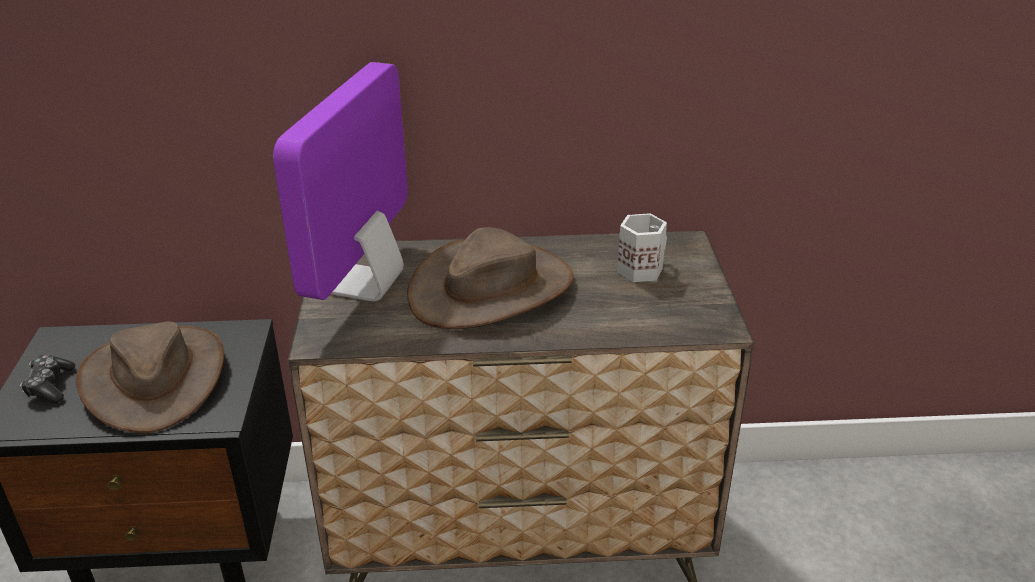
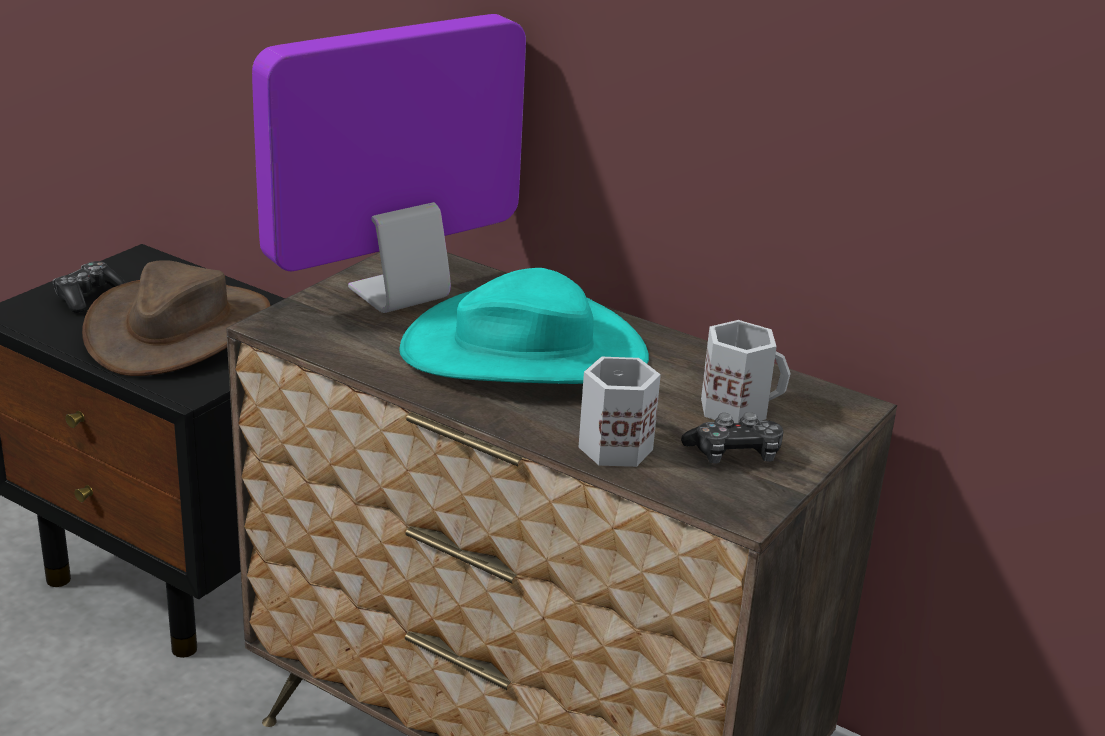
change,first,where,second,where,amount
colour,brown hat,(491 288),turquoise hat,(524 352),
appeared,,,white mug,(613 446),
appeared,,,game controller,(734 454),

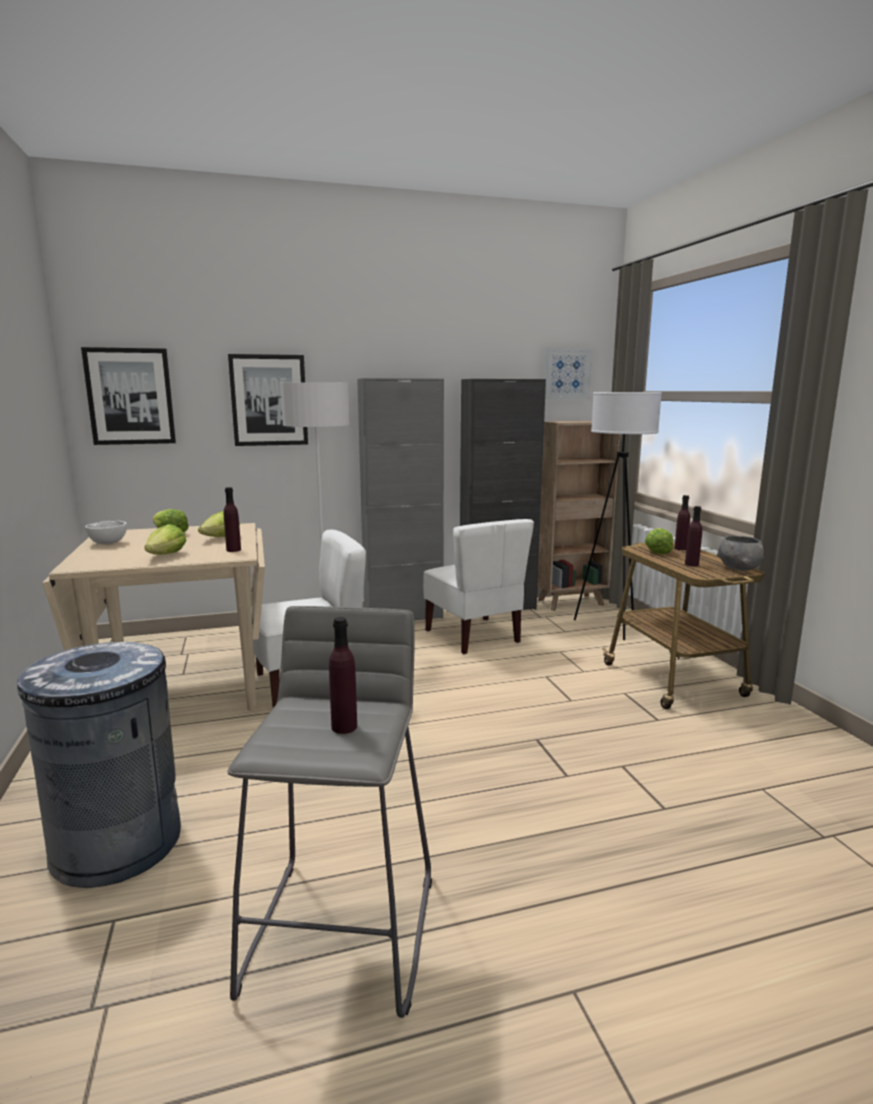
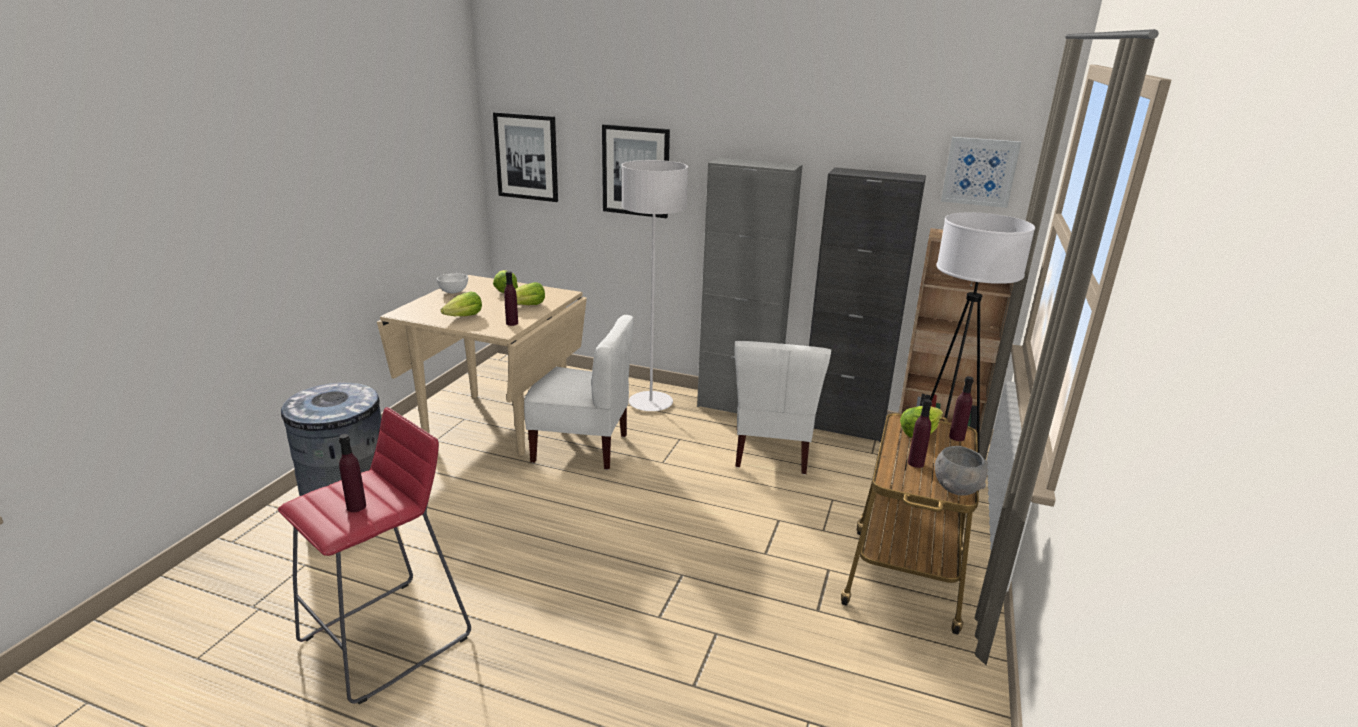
change,first,where,second,where,amount
colour,grey stool,(343 931),red stool,(388 638),

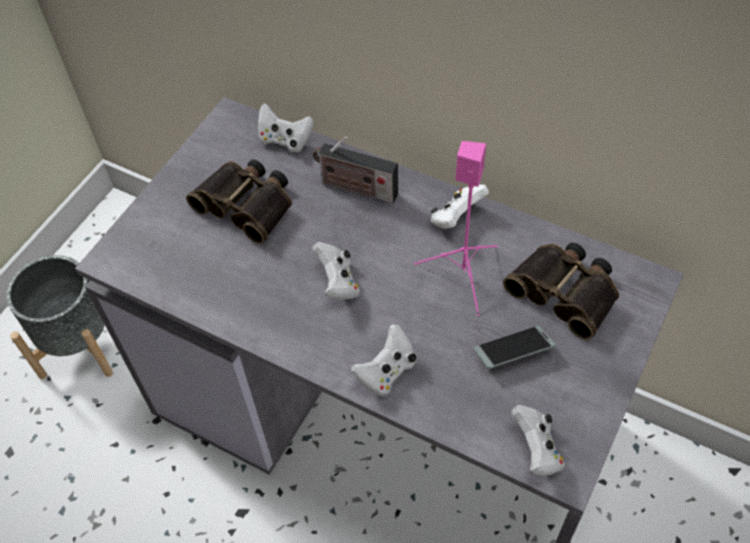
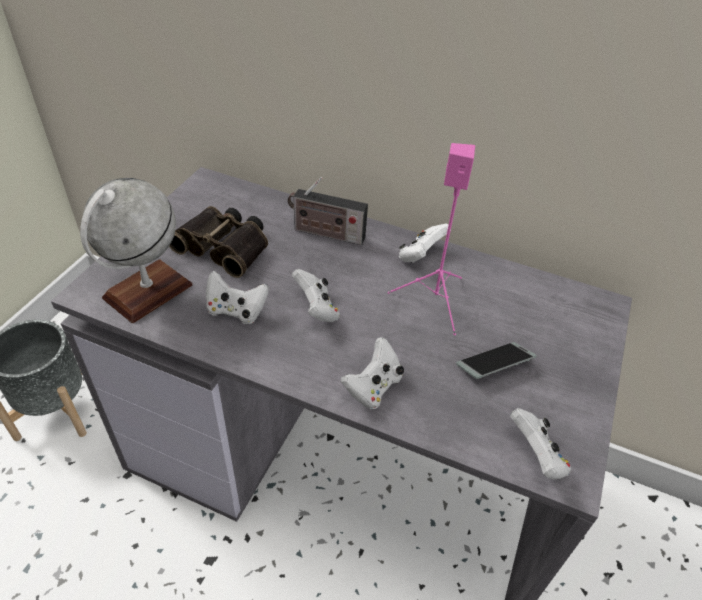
change,first,where,second,where,amount
appeared,,,globe,(148 291),
relocated,white game controller,(285 140),,(236 311),
missing,binoculars,(566 291),,,

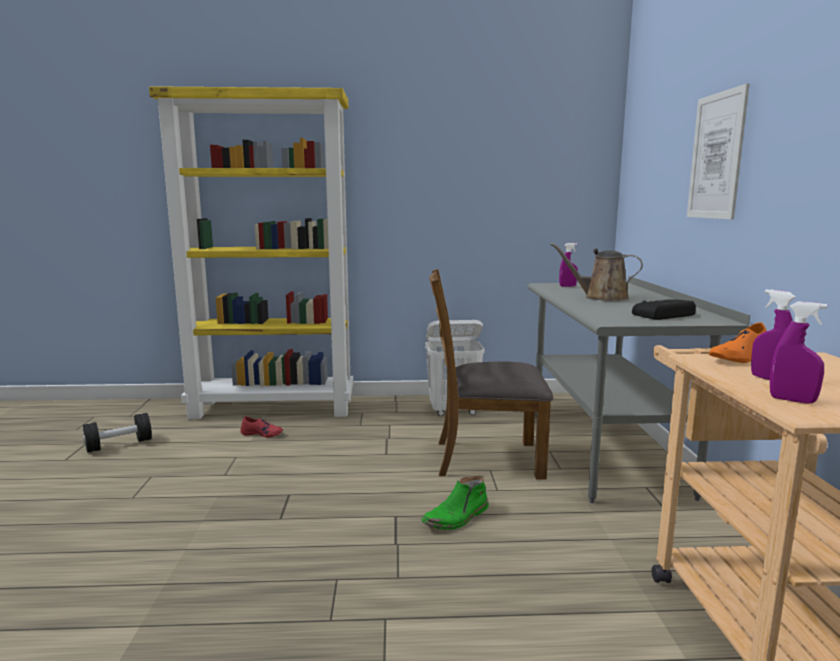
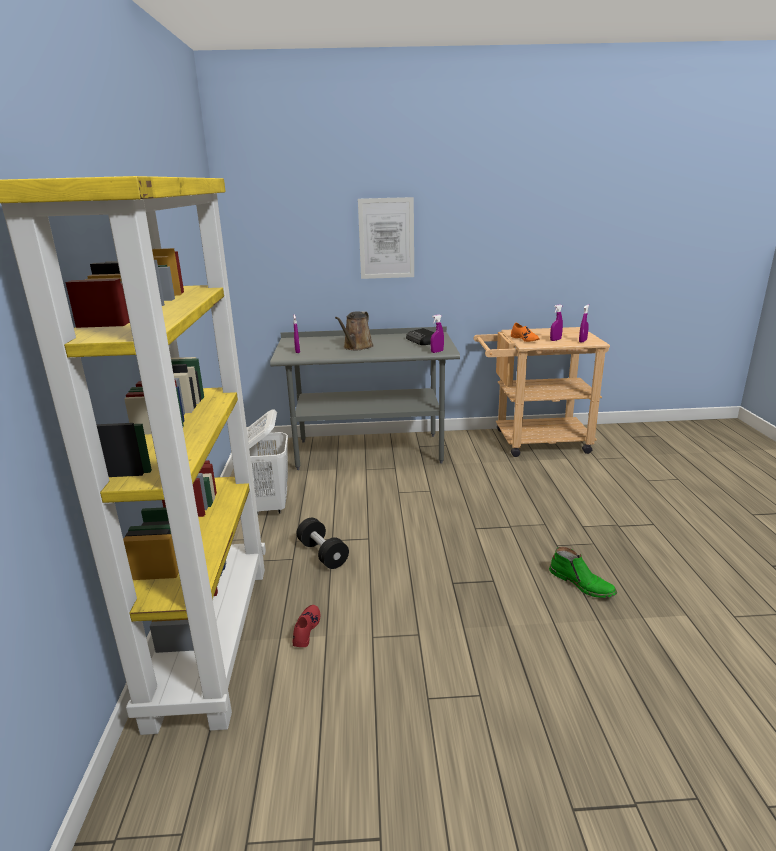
change,first,where,second,where,amount
relocated,black dumbbell,(119 445),,(323 554),
appeared,,,purple spray bottle,(437 352),
relocated,green boot,(457 518),,(582 583),
missing,brown chair,(486 458),,,

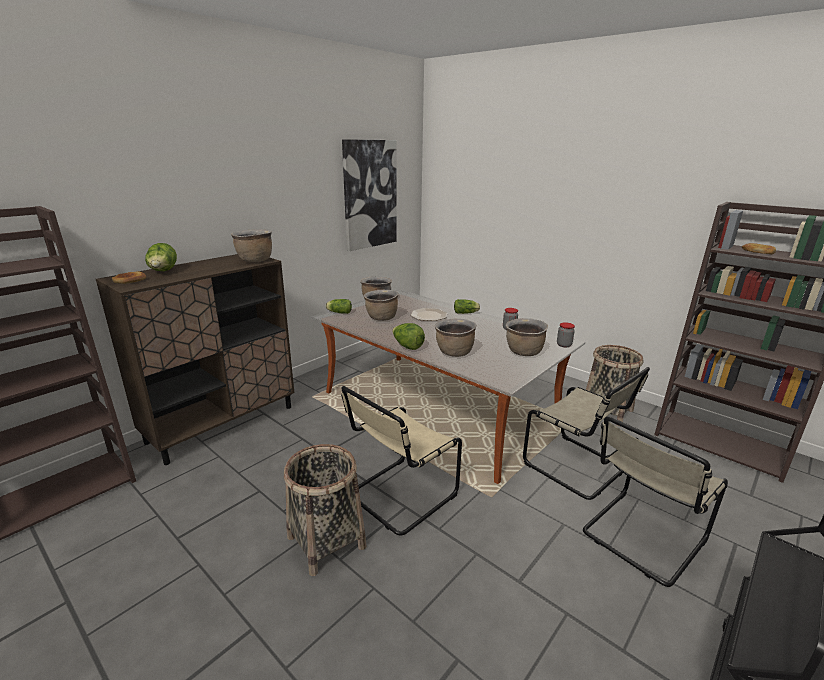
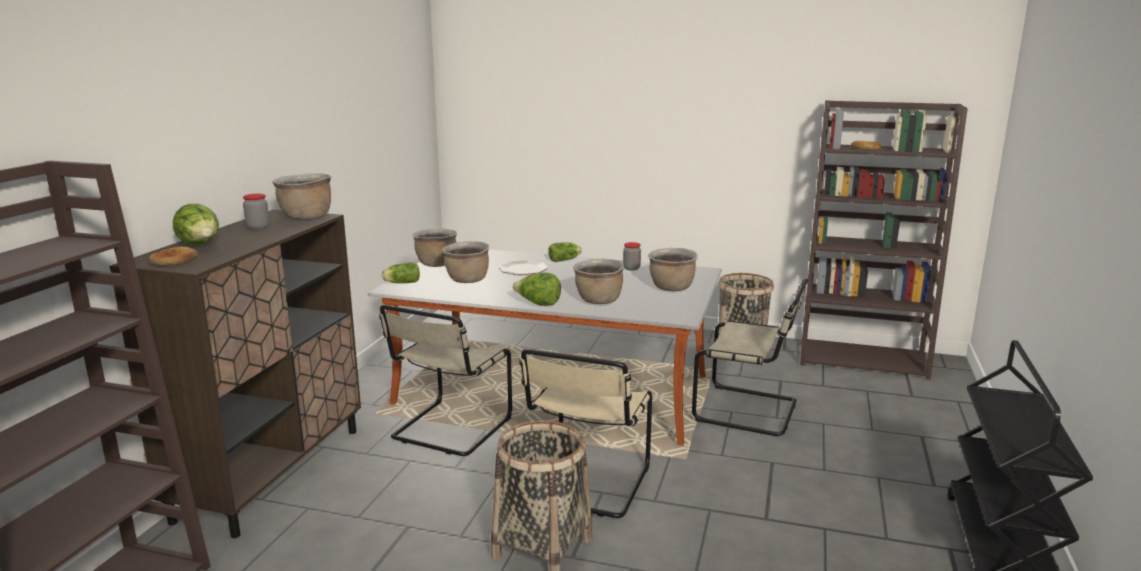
change,first,where,second,where,amount
relocated,jar,(564 345),,(258 227),
relocated,beige chair,(641 538),,(449 430),
missing,picture,(370 194),,,

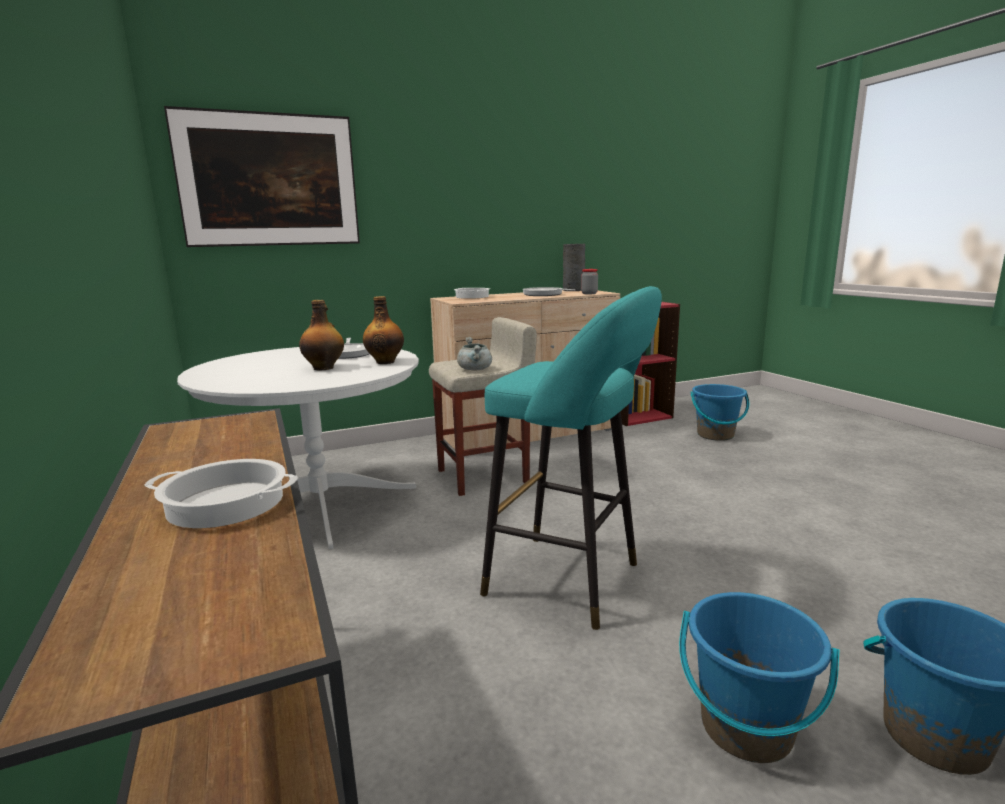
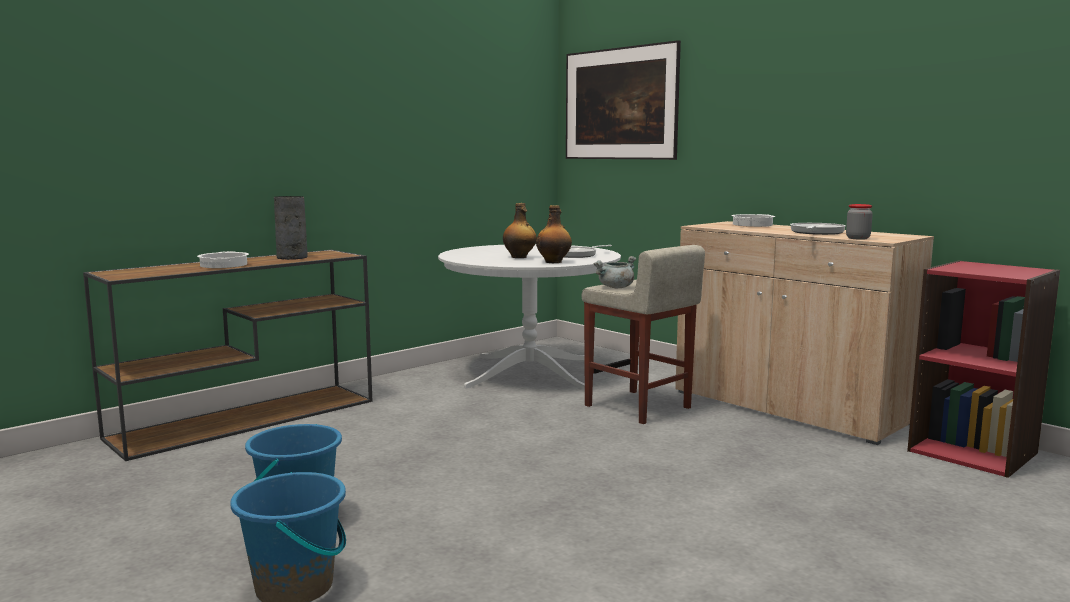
change,first,where,second,where,amount
relocated,grey vase,(574 290),,(292 257),
missing,turquoise stool,(571 581),,,
missing,blue bucket,(715 435),,,

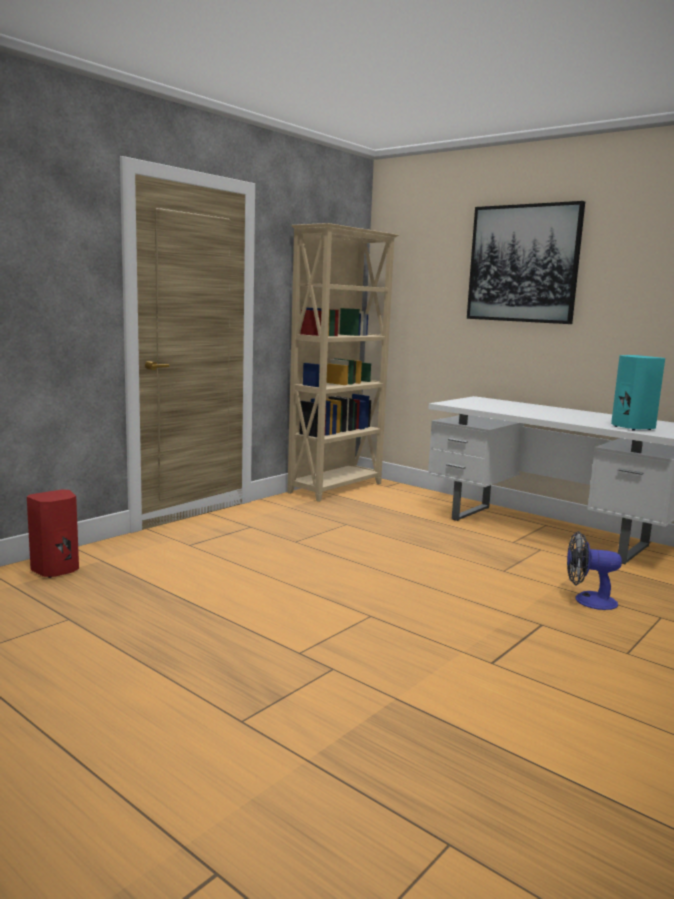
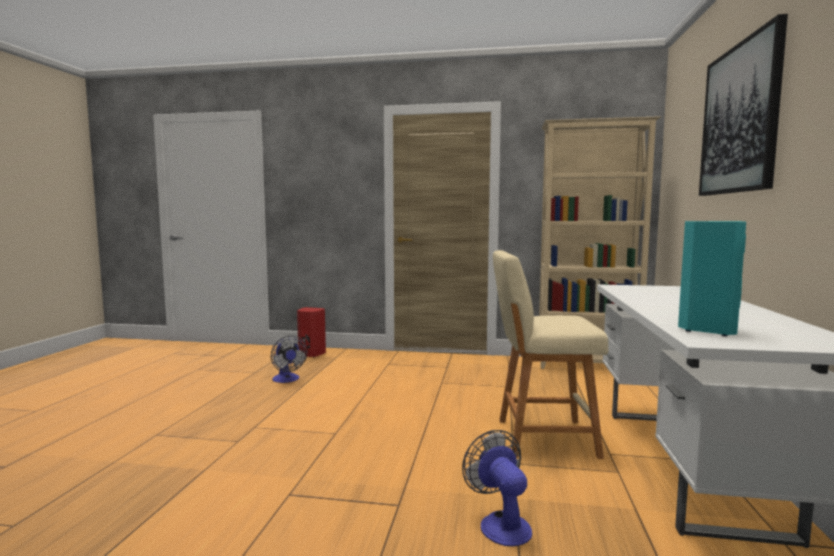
change,first,where,second,where,amount
appeared,,,fan,(287 380),
appeared,,,beige stool,(540 438),

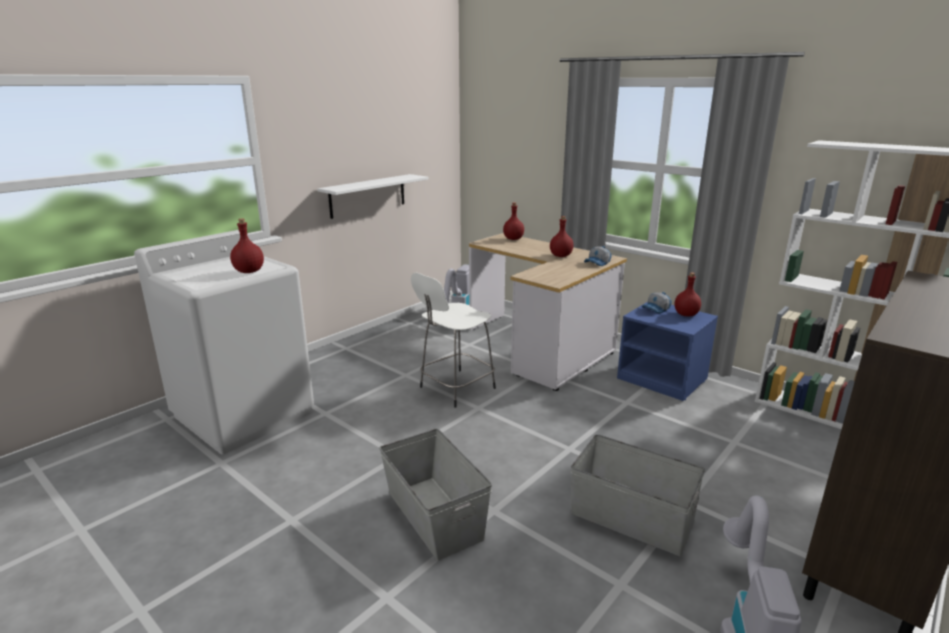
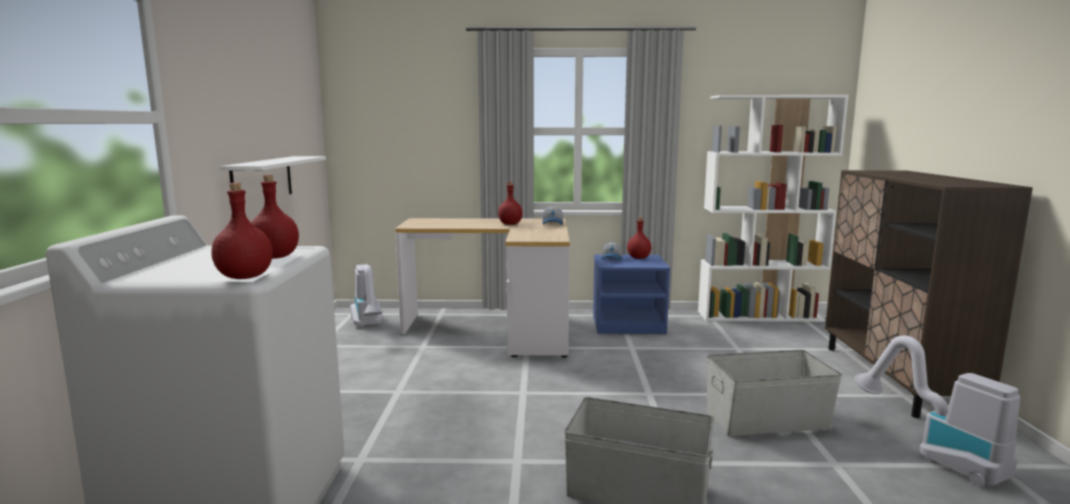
change,first,where,second,where,amount
relocated,red bottle,(513 239),,(244 277),
missing,white stool,(455 389),,,

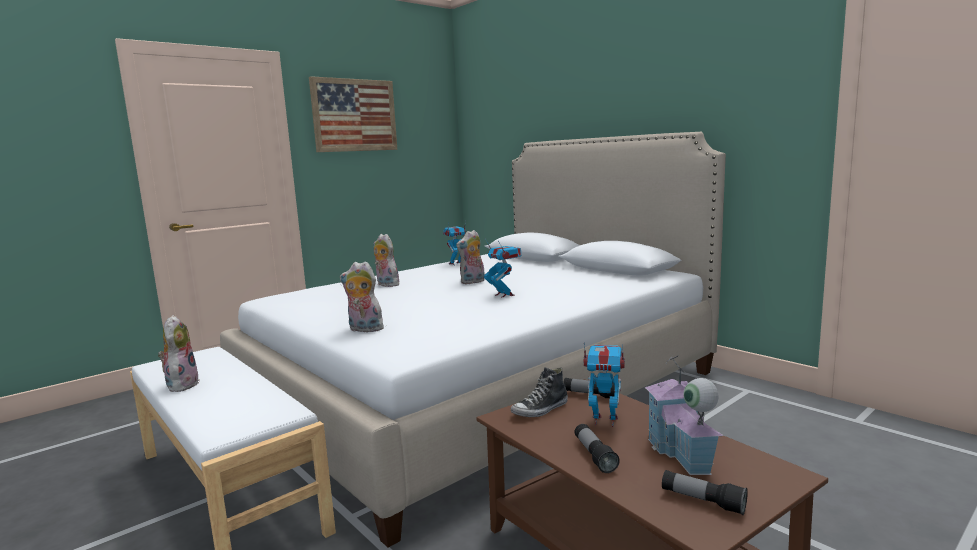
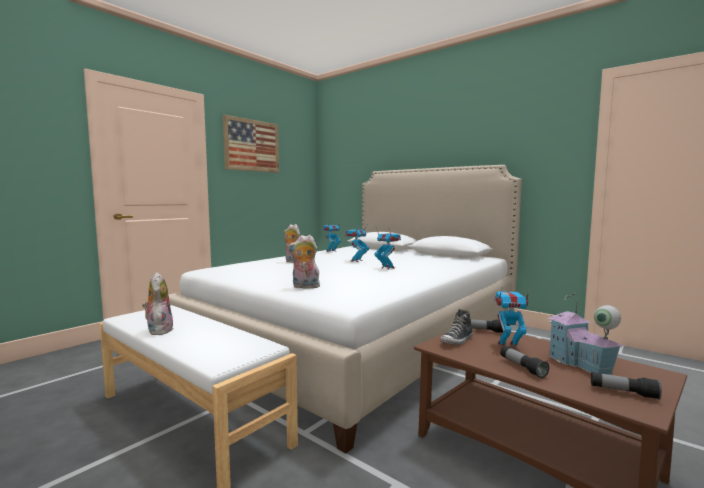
change,first,where,second,where,amount
exchanged,plush toy,(473 282),toy robot,(356 261),

